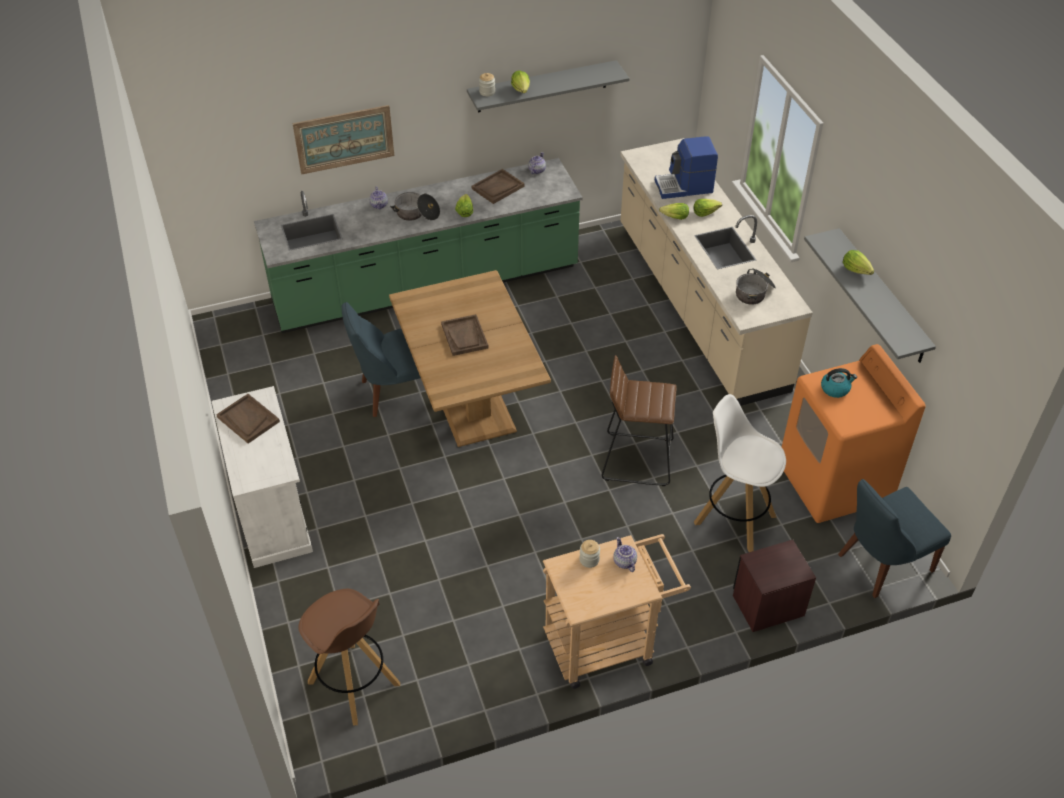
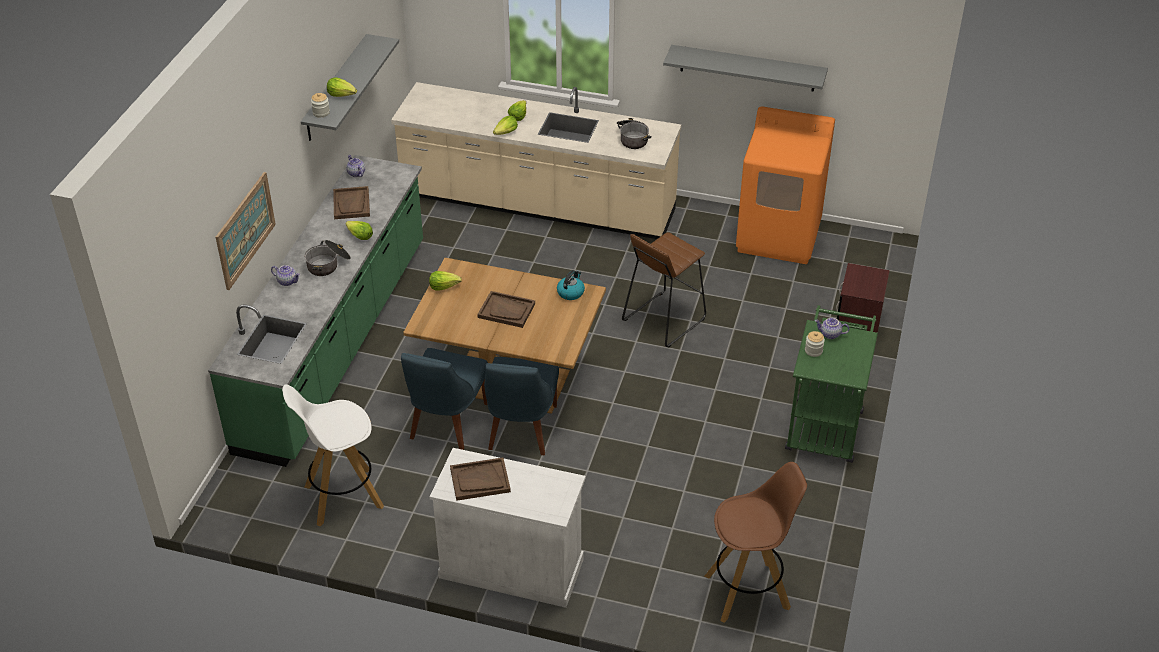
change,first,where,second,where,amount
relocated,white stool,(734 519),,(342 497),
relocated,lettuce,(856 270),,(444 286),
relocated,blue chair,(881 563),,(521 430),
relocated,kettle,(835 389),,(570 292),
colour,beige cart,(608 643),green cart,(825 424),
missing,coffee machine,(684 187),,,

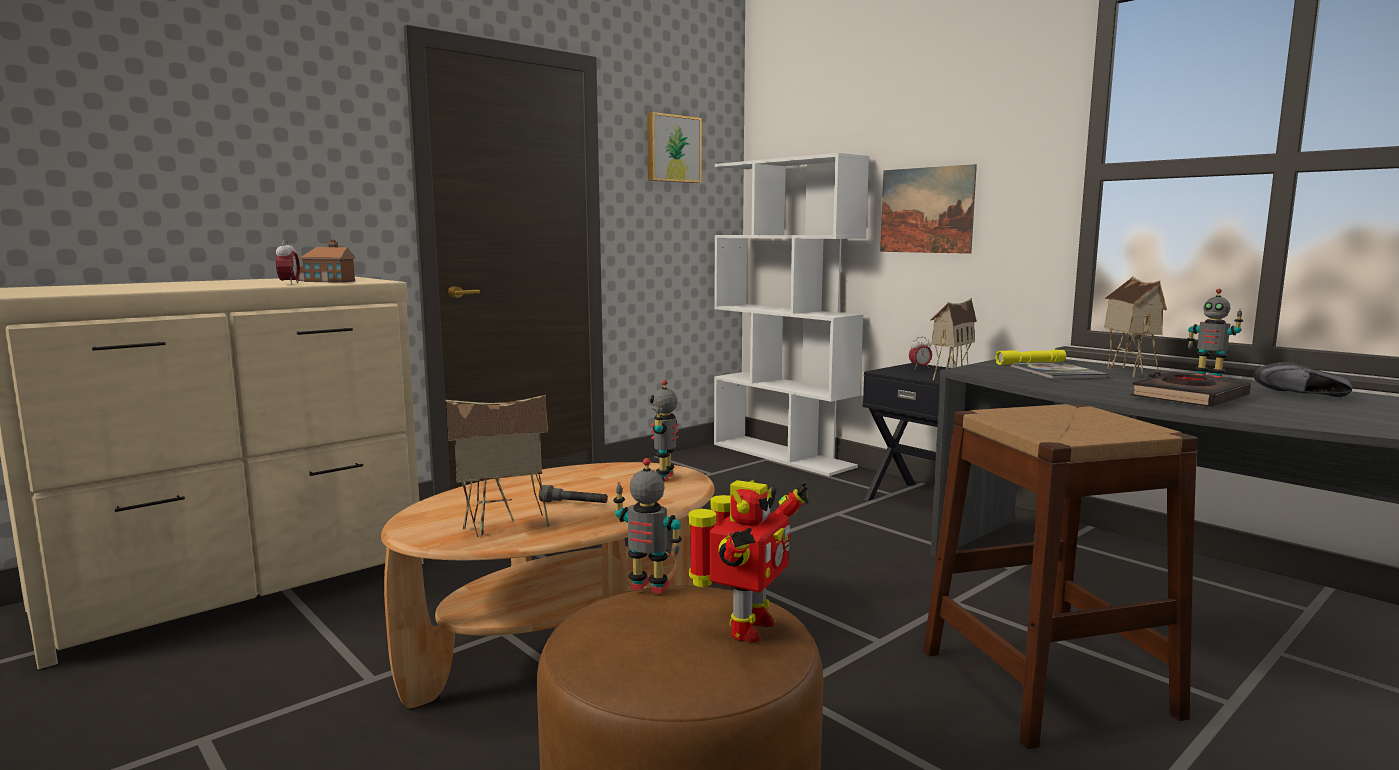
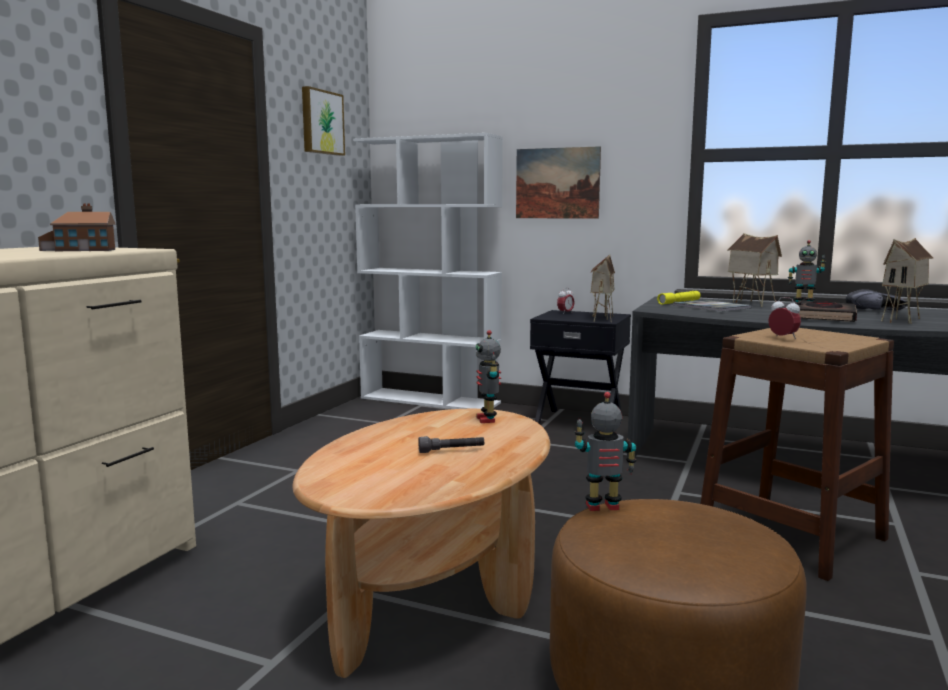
change,first,where,second,where,amount
relocated,alarm clock,(289 284),,(783 338),
relocated,toy house,(503 527),,(903 320),
missing,toy robot,(746 628),,,

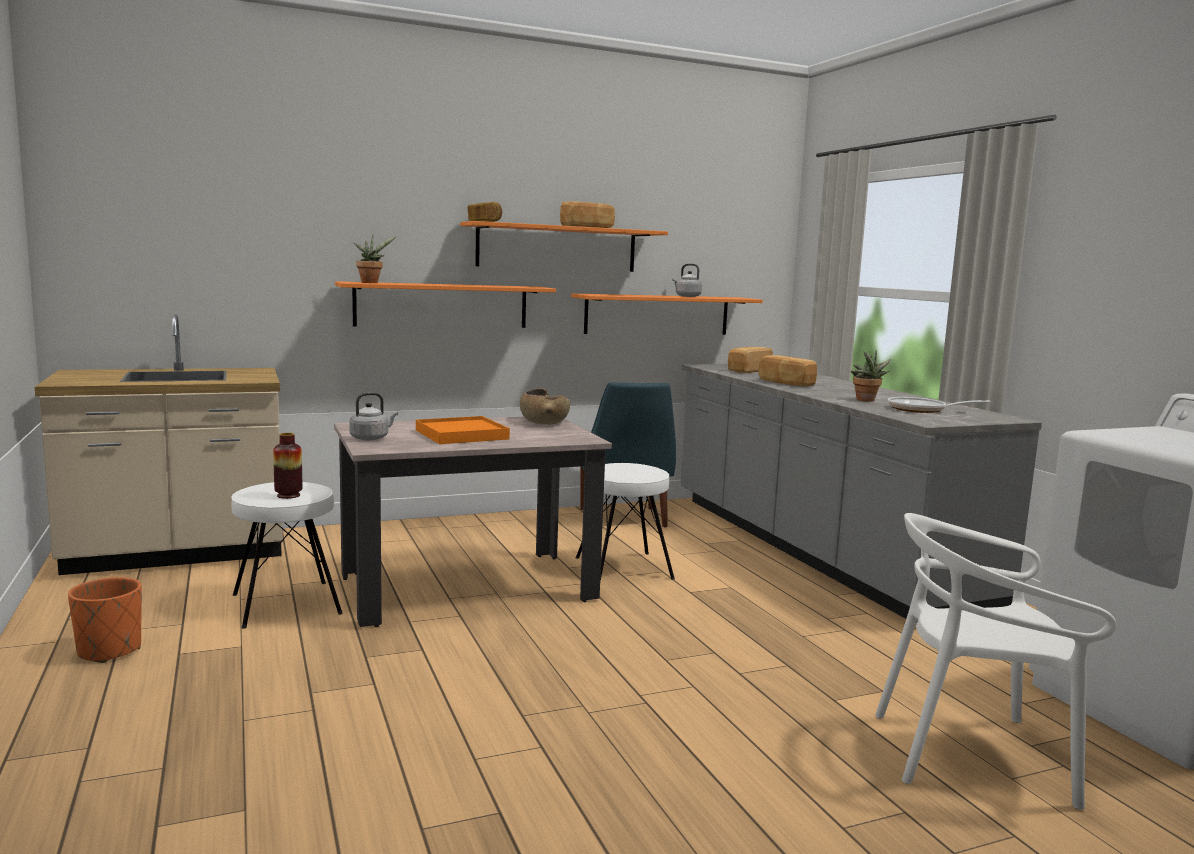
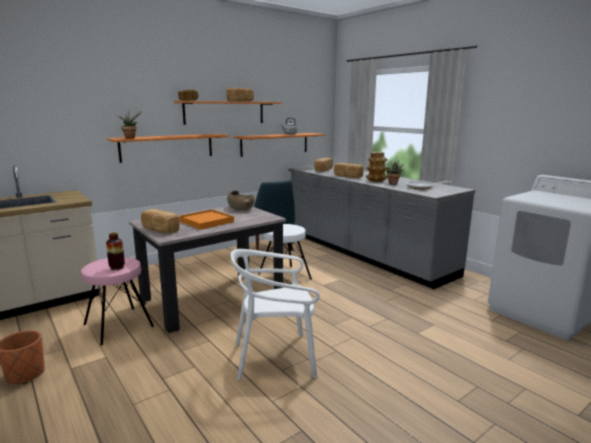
change,first,where,second,where,amount
colour,white stool,(285 604),pink stool,(118 325),
exchanged,grey kettle,(371 438),bread,(159 229),
relocated,white chair,(971 754),,(275 357),
appeared,,,vase,(376 180),

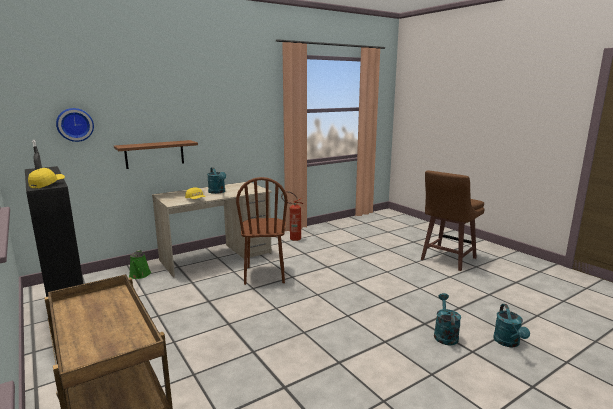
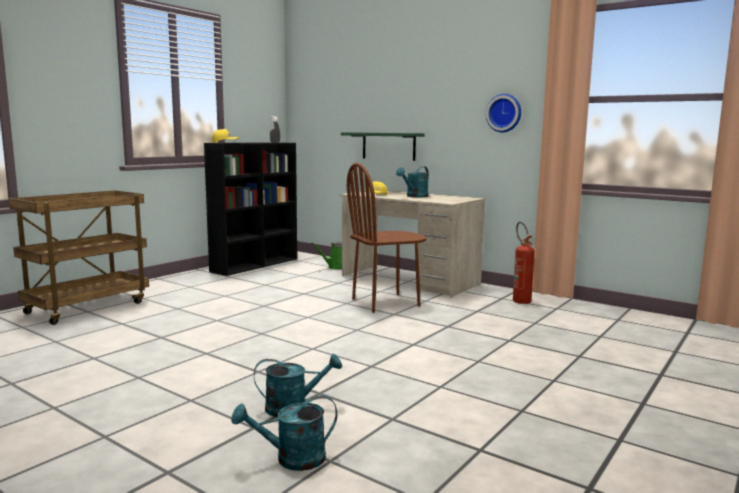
change,first,where,second,where,amount
colour,brown shelf,(154 154),green shelf,(388 146),
relocated,wall clock,(75 124),,(504 113),
missing,brown stool,(447 259),,,

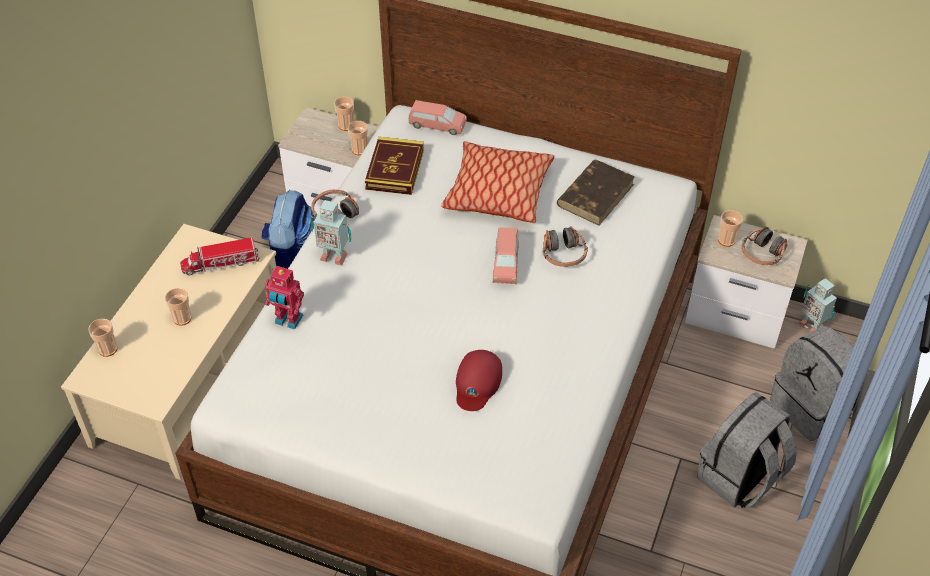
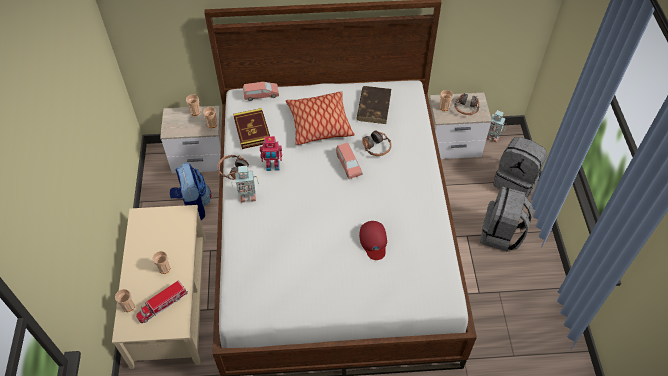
change,first,where,second,where,amount
relocated,toy truck,(221 263),,(162 305),
relocated,toy robot,(288 320),,(272 167),

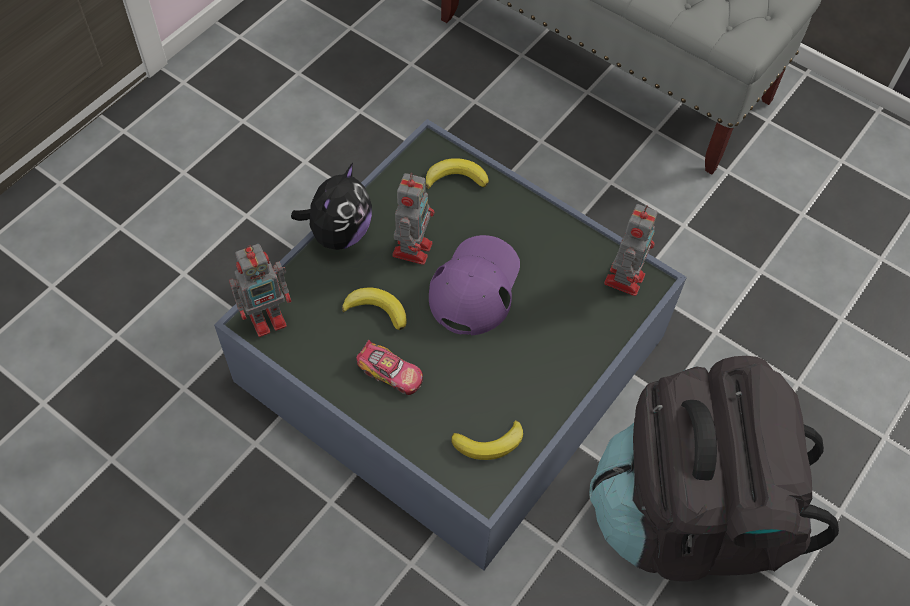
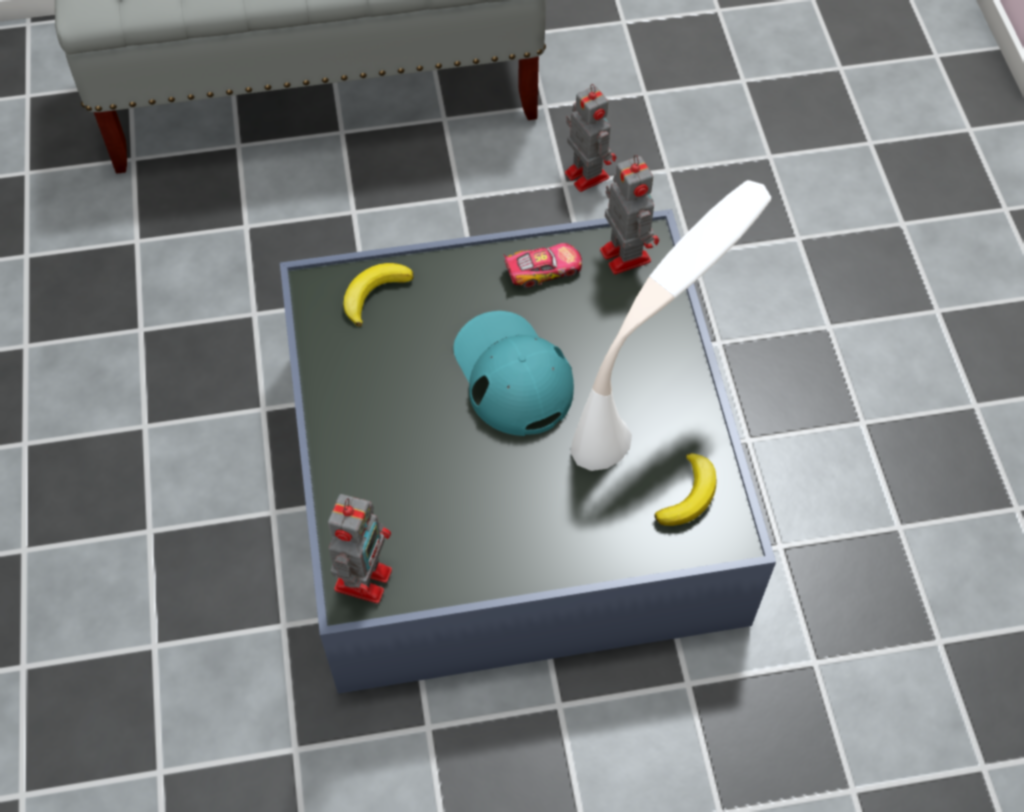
change,first,where,second,where,amount
colour,purple cap,(475 286),turquoise cap,(512 375),
relocated,toy car,(391 373),,(544 270),
relocated,toy robot,(413 247),,(585 174),
appeared,,,white table lamp,(655 398),
missing,plush toy,(339 233),,,
missing,banana,(377 310),,,
missing,black backpack,(690 514),,,

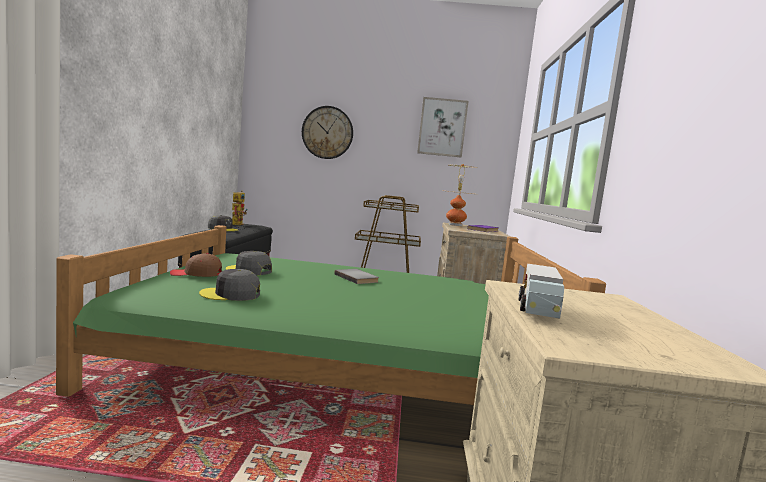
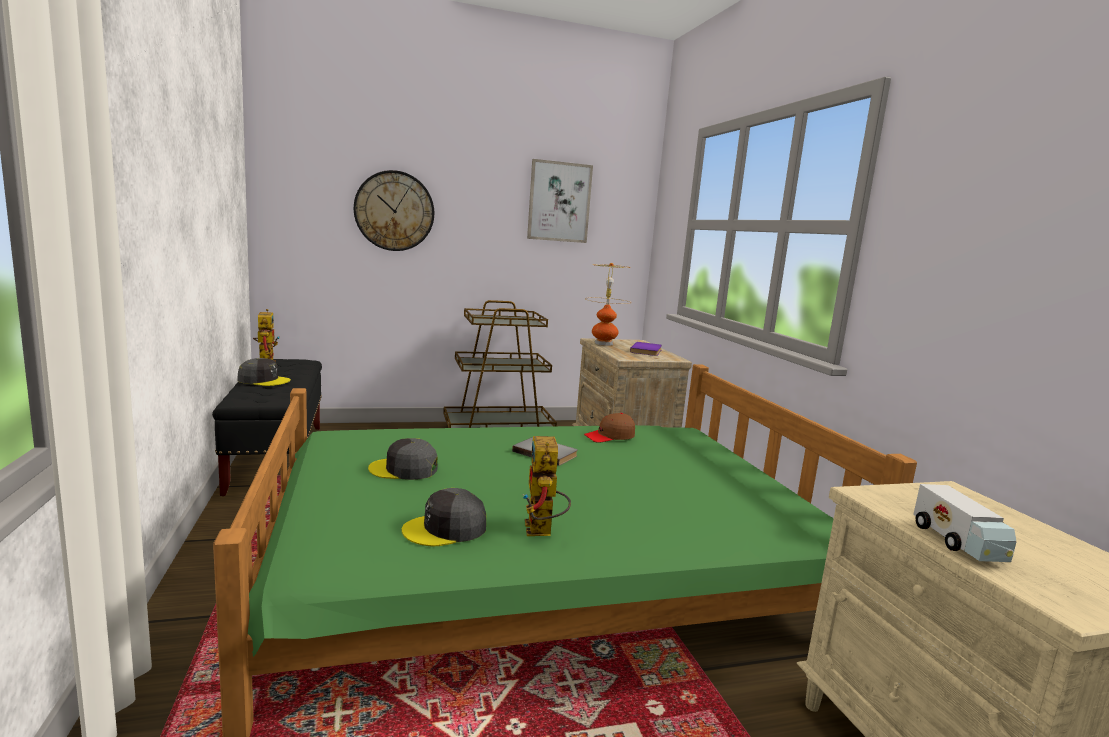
change,first,where,second,where,amount
appeared,,,toy robot,(542 532),
relocated,brown cap,(196 274),,(610 437),

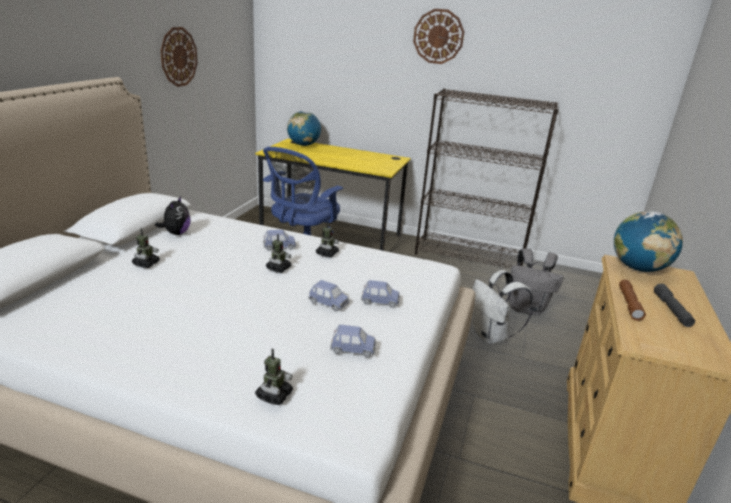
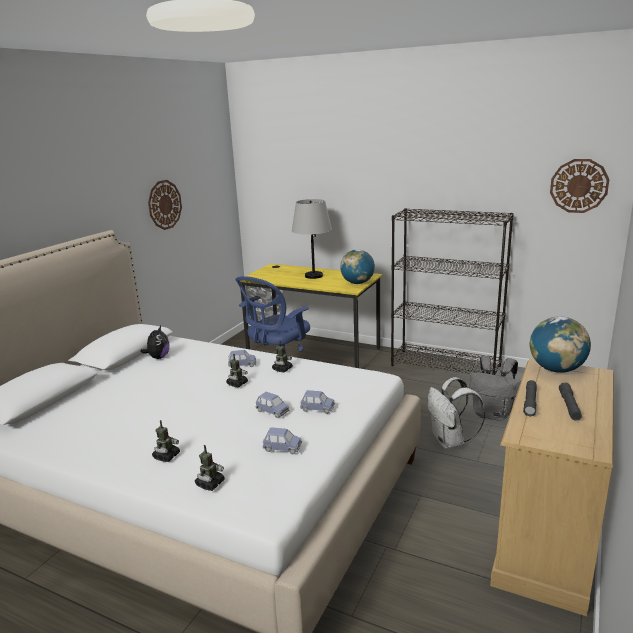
change,first,where,second,where,amount
relocated,toy robot,(146 264),,(166 456),
appeared,,,grey table lamp,(314 276),
relocated,globe,(303 145),,(357 283),
colour,brown flashlight,(629 304),grey flashlight,(530 402),
relocated,wall clock,(438 36),,(579 186),

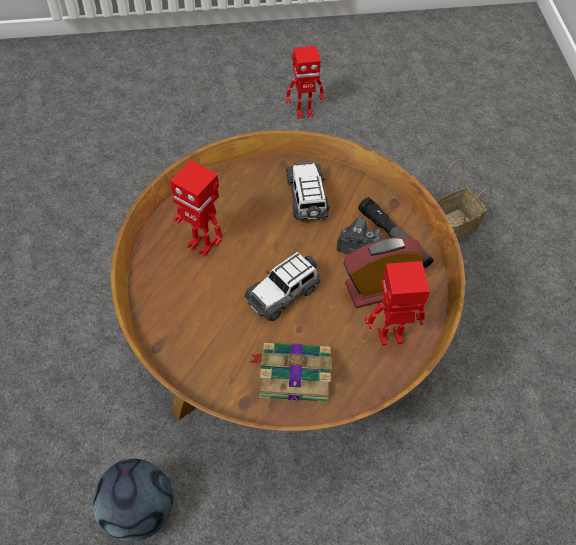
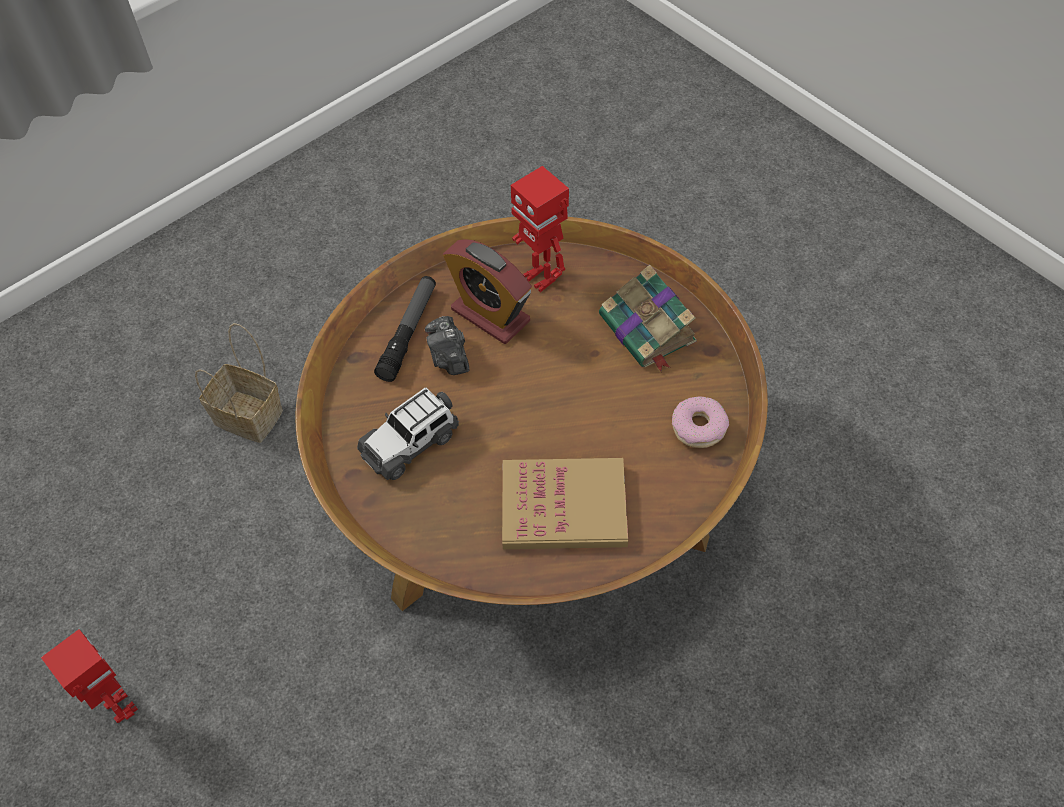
change,first,where,second,where,amount
exchanged,toy robot,(201 245),book,(564 507),
appeared,,,donut,(699 427),
missing,football,(138 511),,,
missing,toy car,(283 293),,,

